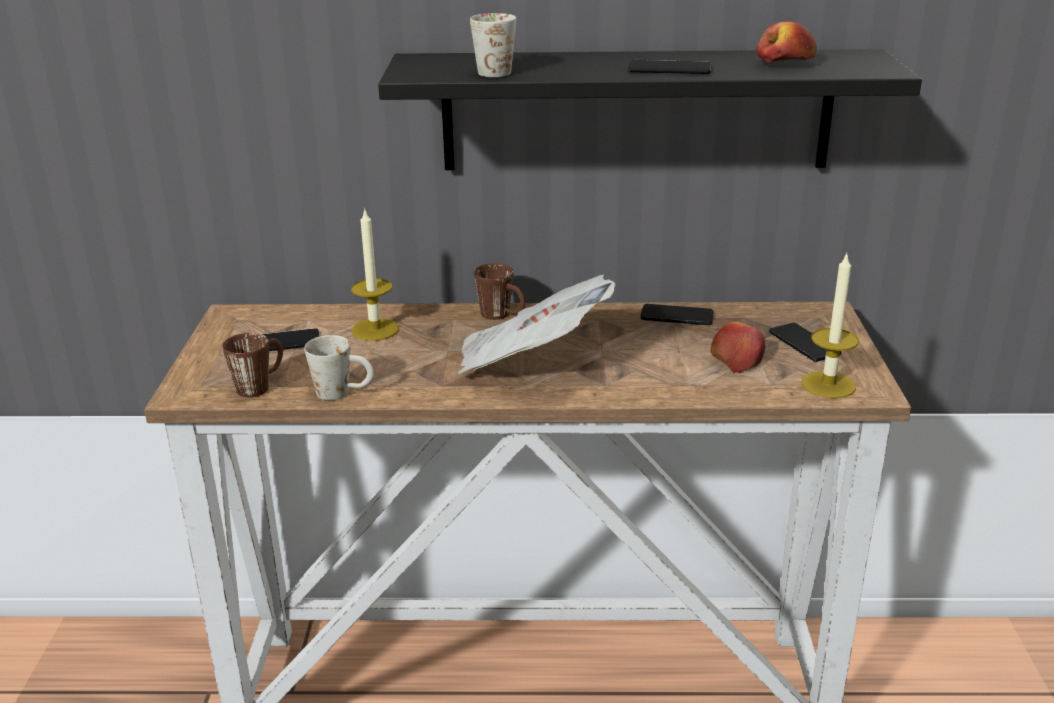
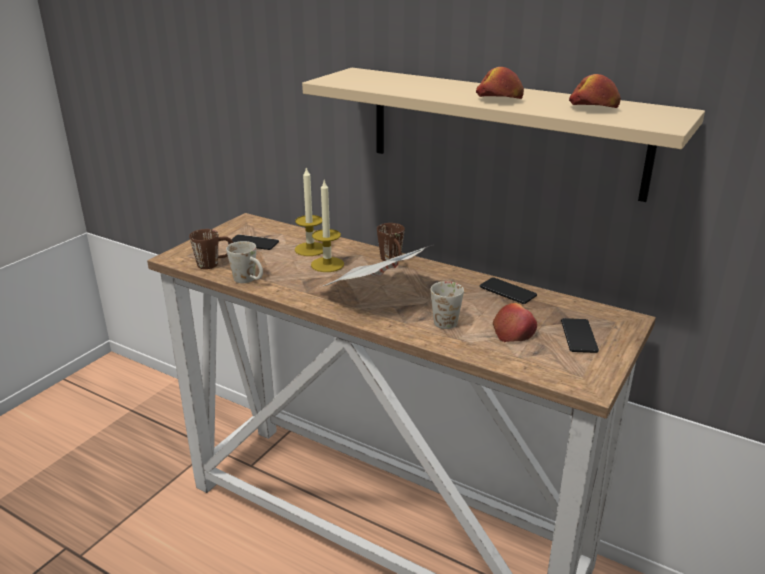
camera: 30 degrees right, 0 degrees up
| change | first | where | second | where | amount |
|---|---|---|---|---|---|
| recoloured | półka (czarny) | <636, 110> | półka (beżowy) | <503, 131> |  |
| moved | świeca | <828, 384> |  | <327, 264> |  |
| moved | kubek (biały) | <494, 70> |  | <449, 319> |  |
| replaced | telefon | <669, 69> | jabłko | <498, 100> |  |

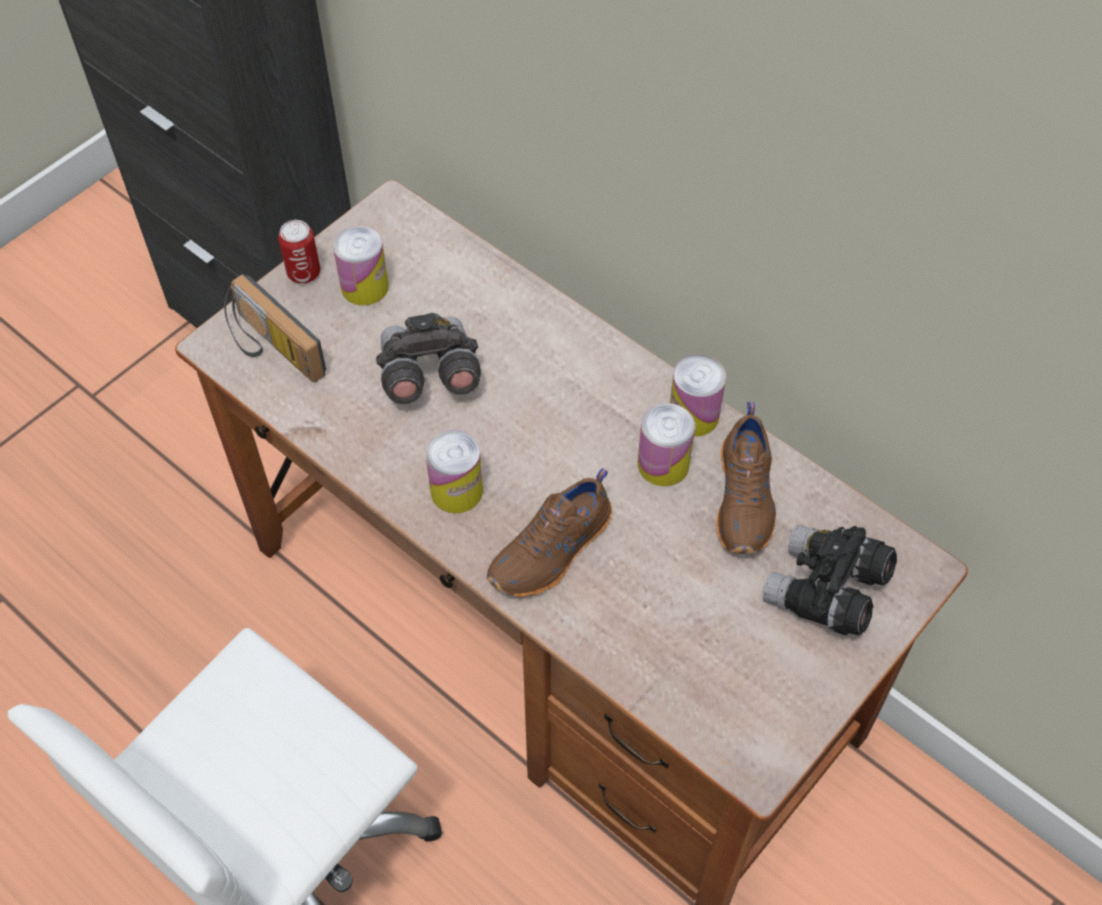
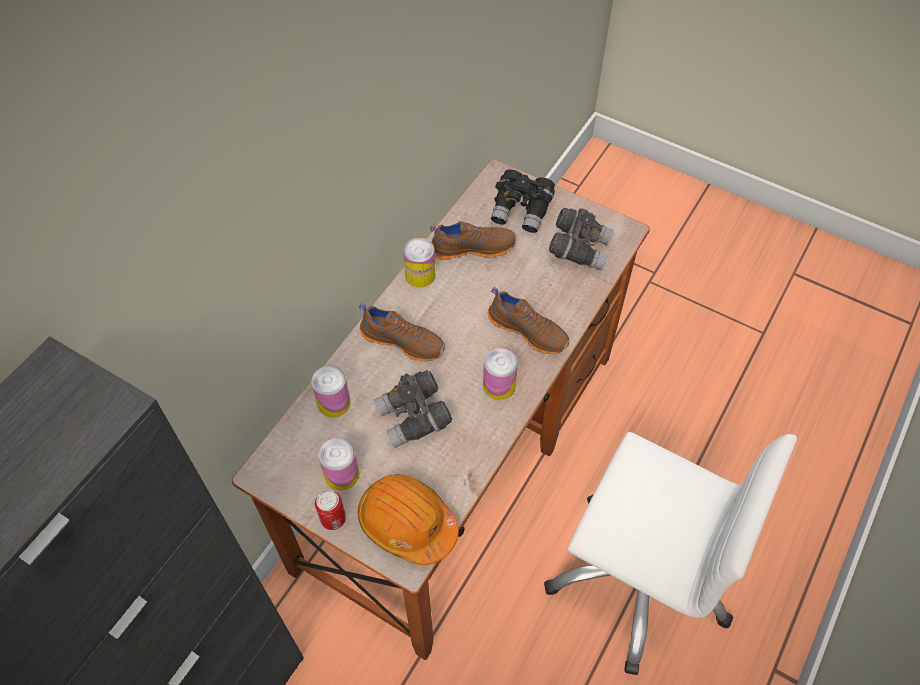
camera: 100 degrees left, 0 degrees up
| change | first | where | second | where | amount |
|---|---|---|---|---|---|
| moved | puszka | <663, 464> |  | <334, 402> |  |
| replaced | radio | <270, 349> | kask (pomarańczowy) | <407, 523> |  |
| added |  |  | but (brązowy) | <403, 340> |  |
| added |  |  | lornetka (szary) | <579, 248> |  |

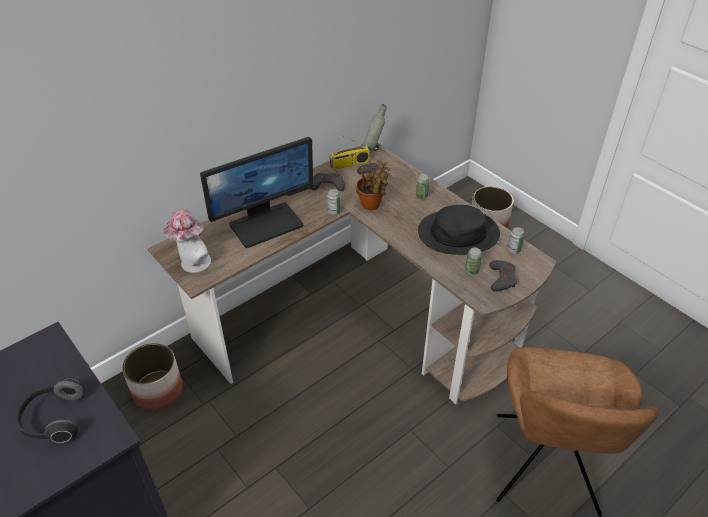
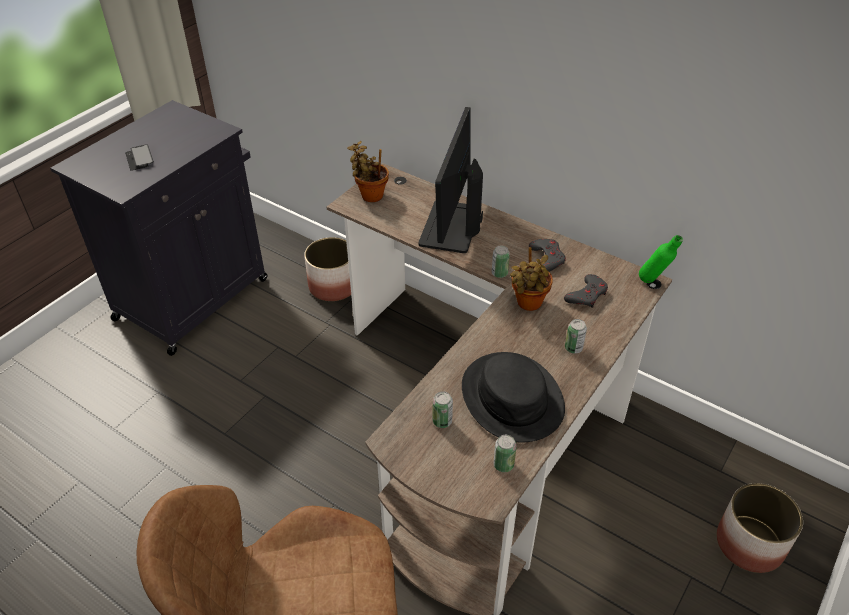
camera: 75 degrees right, 0 degrees up
| change | first | where | second | where | amount |
|---|---|---|---|---|---|
| replaced | słuchawki | <54, 420> | telefon | <139, 158> |  |
| replaced | kapelusz | <192, 264> | roślina doniczkowa | <370, 195> |  |
| turned | monitor | <266, 224> |  | <452, 227> | 60 degrees clockwise |
| recoloured | butelka (szary) | <374, 147> | butelka (zielony) | <653, 283> |  |
| removed | radio | <349, 164> |  |  |  |
| removed | pad do gier (szary) | <502, 278> |  |  |  |

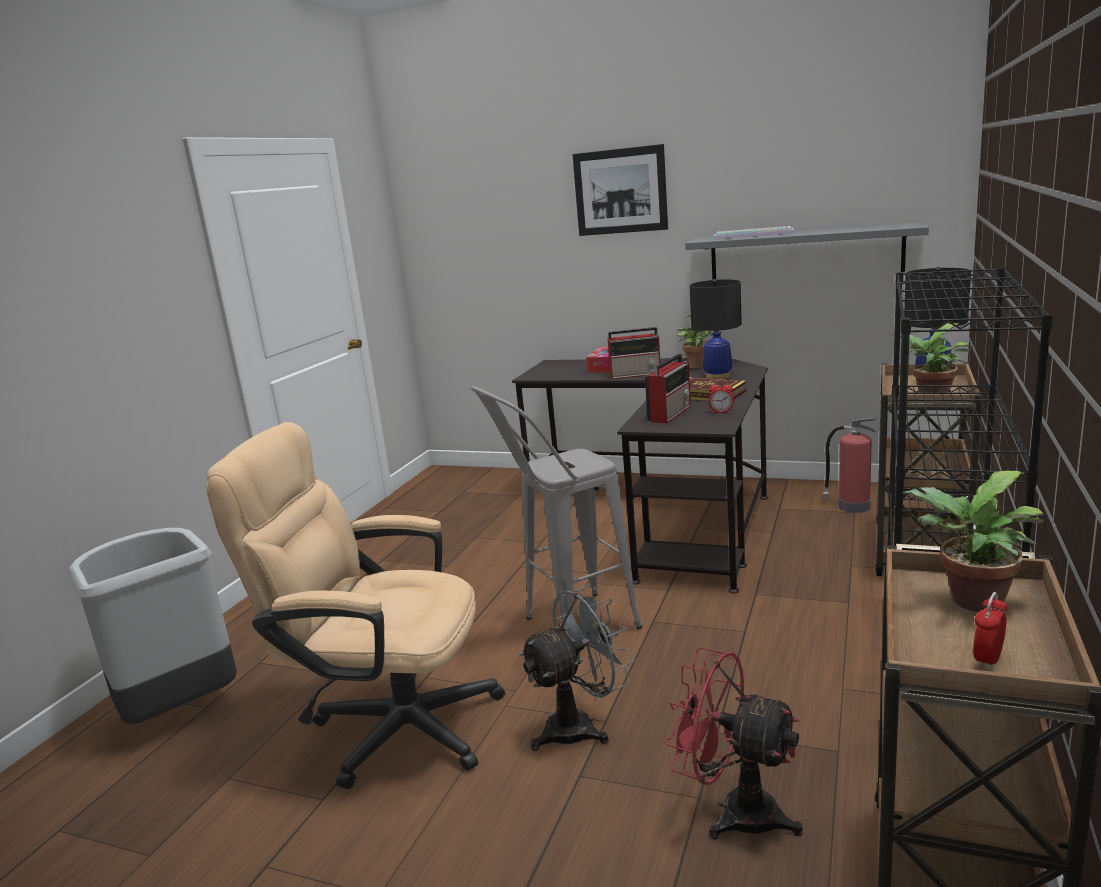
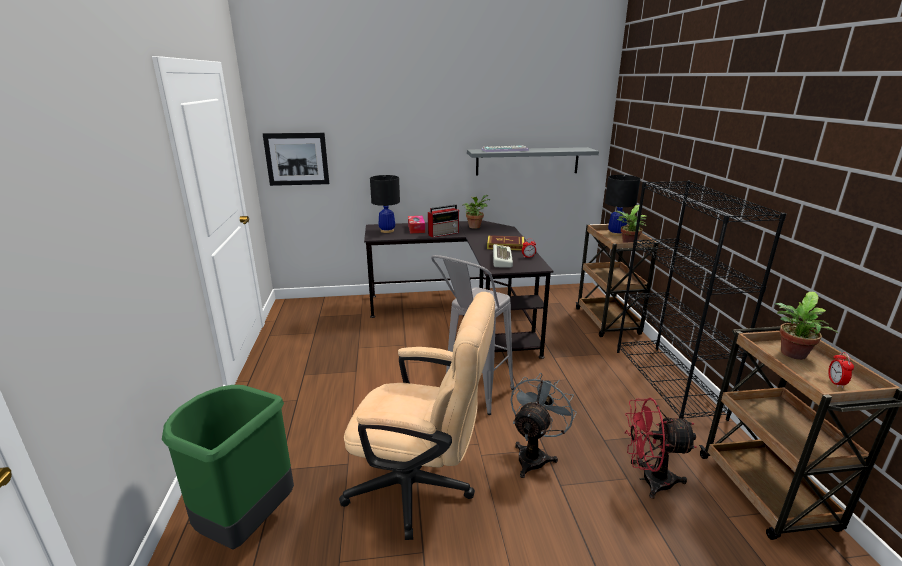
camera: 30 degrees left, 5 degrees up
| change | first | where | second | where | amount |
|---|---|---|---|---|---|
| recoloured | kosz na śmieci (szary) | <180, 709> | kosz na śmieci (zielony) | <245, 524> |  |
| moved | obraz | <620, 191> |  | <297, 159> |  |
| turned | krzesło biurowe (beżowy) | <389, 725> |  | <421, 488> | 150 degrees counterclockwise |
| moved | lampa stołowa (czarny) | <718, 376> |  | <387, 231> |  |
| replaced | radio | <670, 413> | klawiatura | <501, 259> |  |
| removed | gaśnica | <852, 506> |  |  |  |

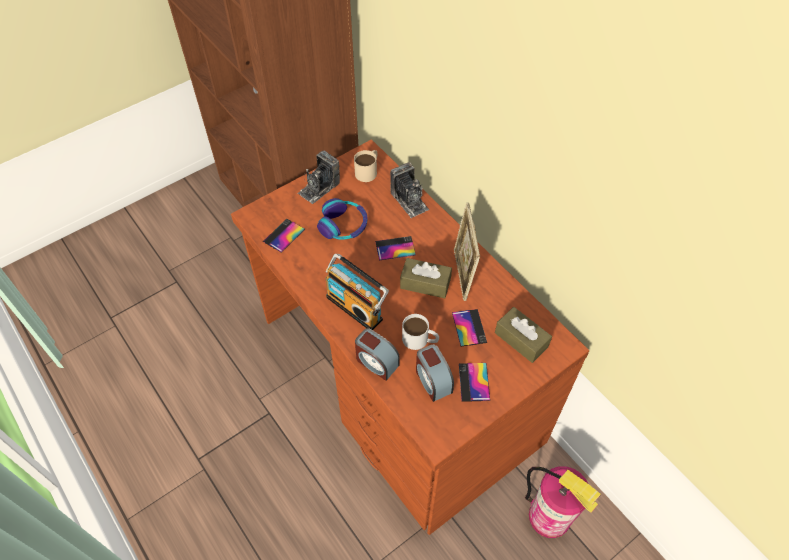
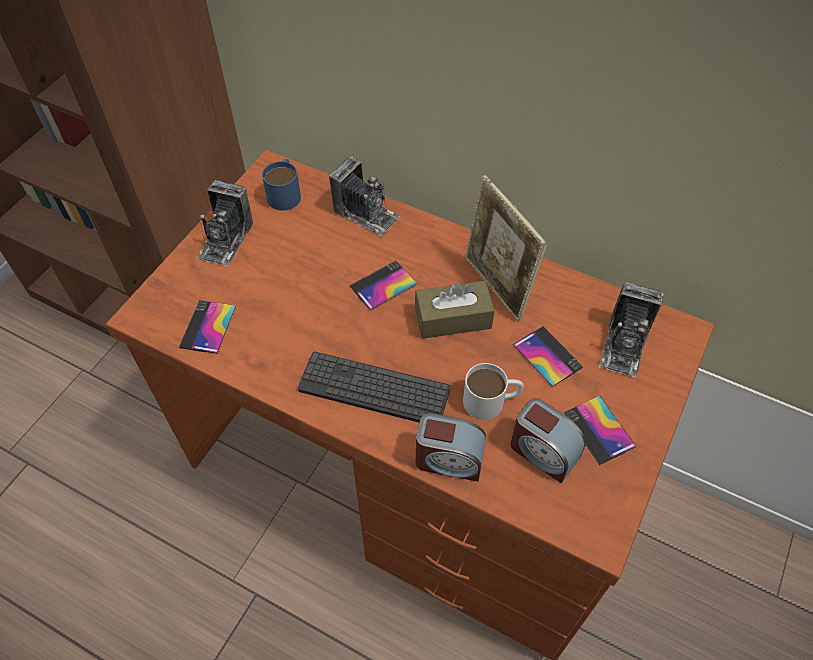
camera: 25 degrees left, 0 degrees up
| change | first | where | second | where | amount |
|---|---|---|---|---|---|
| recoloured | kubek (beżowy) | <368, 170> | kubek (niebieski) | <285, 192> |  |
| replaced | radio | <356, 306> | klawiatura | <374, 389> |  |
| replaced | pudełko chusteczek (brązowy) | <521, 340> | aparat fotograficzny | <624, 345> |  |
| removed | słuchawki | <343, 225> |  |  |  |
| removed | gaśnica | <549, 516> |  |  |  |

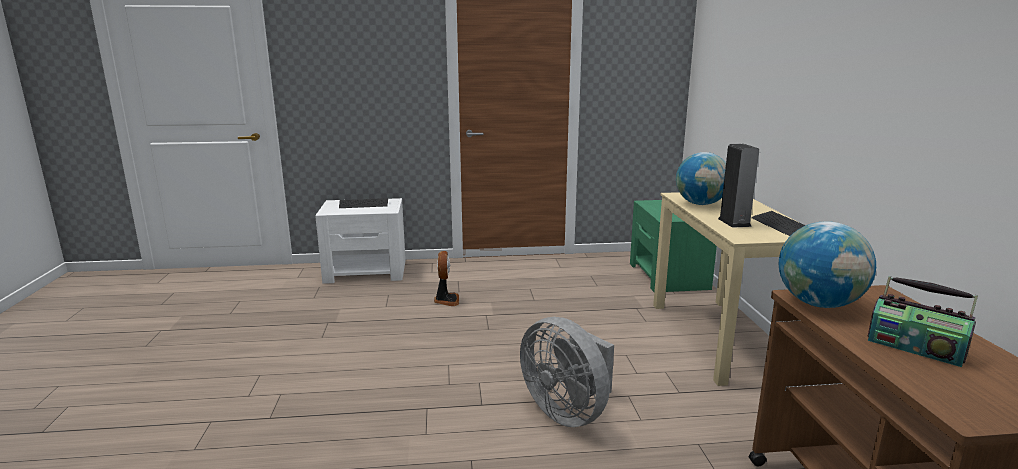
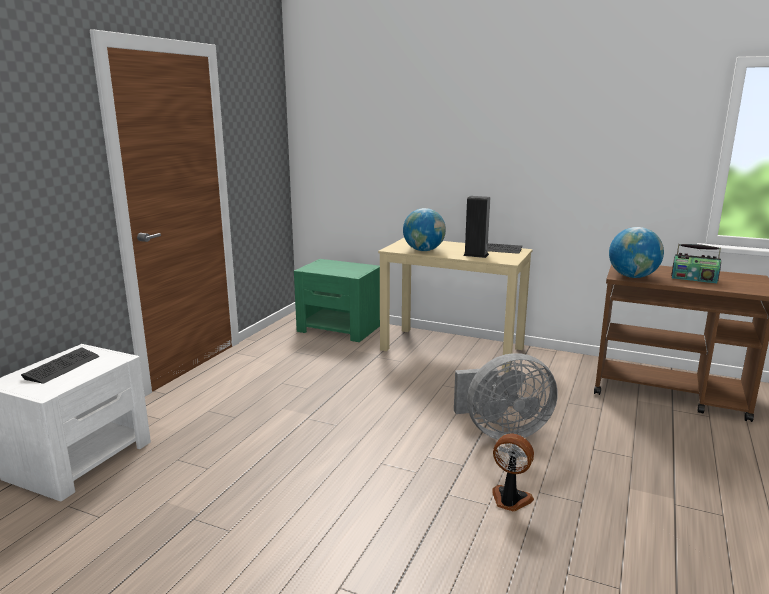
camera: 60 degrees left, 0 degrees up
| change | first | where | second | where | amount |
|---|---|---|---|---|---|
| moved | wentylator | <446, 300> |  | <510, 500> |  |
| turned | radio | <915, 348> |  | <694, 278> | 45 degrees clockwise |

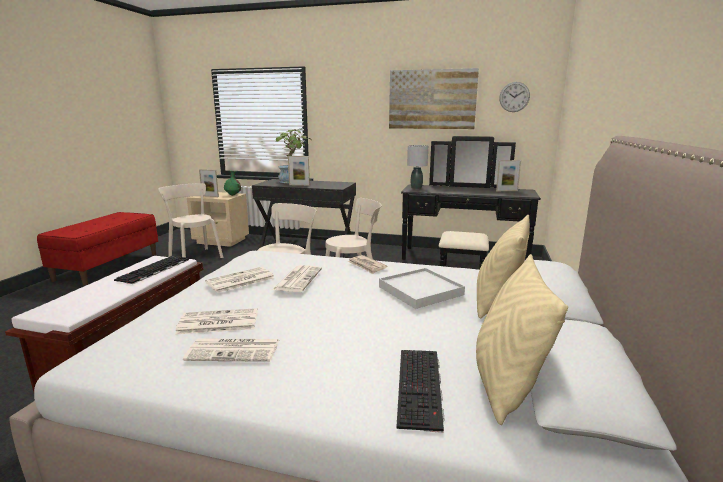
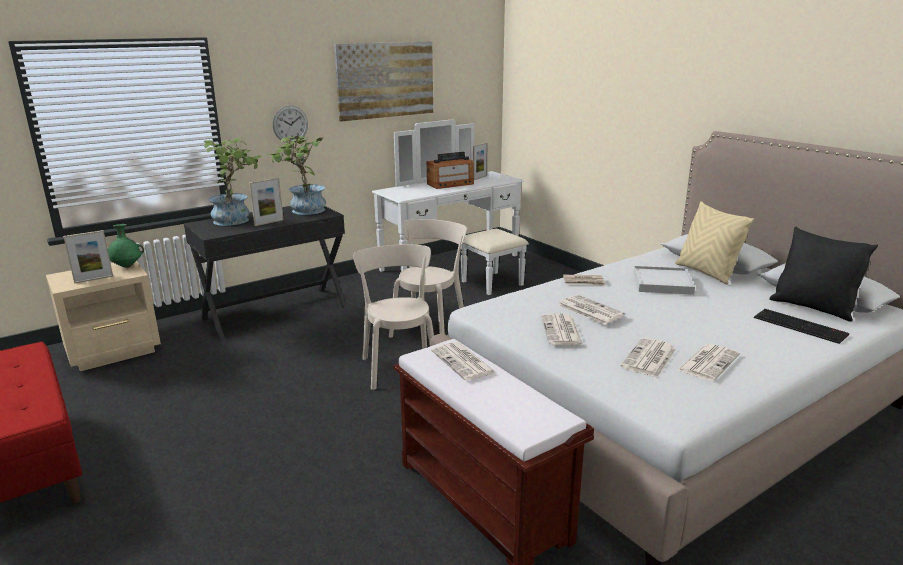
camera: 50 degrees left, 5 degrees up
| change | first | where | second | where | amount |
|---|---|---|---|---|---|
| added |  |  | roślina doniczkowa | <304, 211> |  |
| moved | zegar ścienny | <514, 97> |  | <290, 124> |  |
| recoloured | komoda (czarny) | <463, 263> | komoda (biały) | <460, 267> |  |
| added |  |  | radio | <450, 184> |  |
| replaced | klawiatura | <154, 270> | gazeta | <464, 362> |  |
| recoloured | poduszka (beżowy) | <505, 385> | poduszka (czarny) | <812, 308> |  |
| removed | krzesło (beżowy) | <195, 256> |  |  |  |
| removed | lampa stołowa (szary) | <416, 188> |  |  |  |

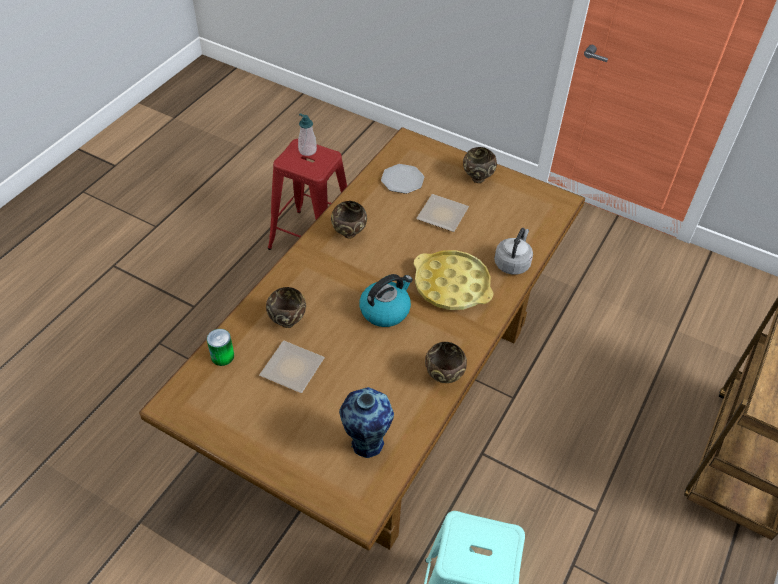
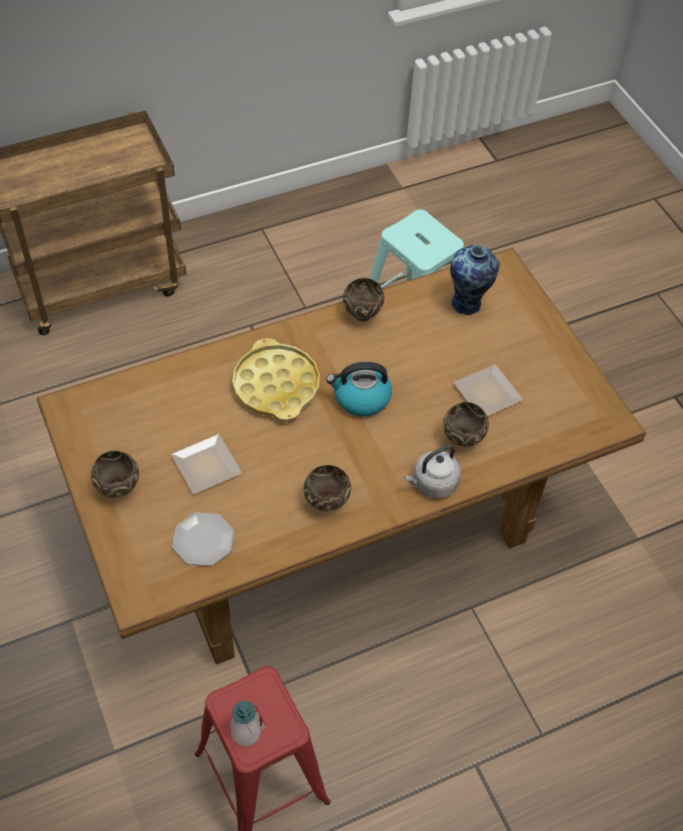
camera: 145 degrees left, 5 degrees up
| change | first | where | second | where | amount |
|---|---|---|---|---|---|
| moved | czajnik (szary) | <512, 263> |  | <432, 483> |  |
| removed | puszka | <222, 356> |  |  |  |

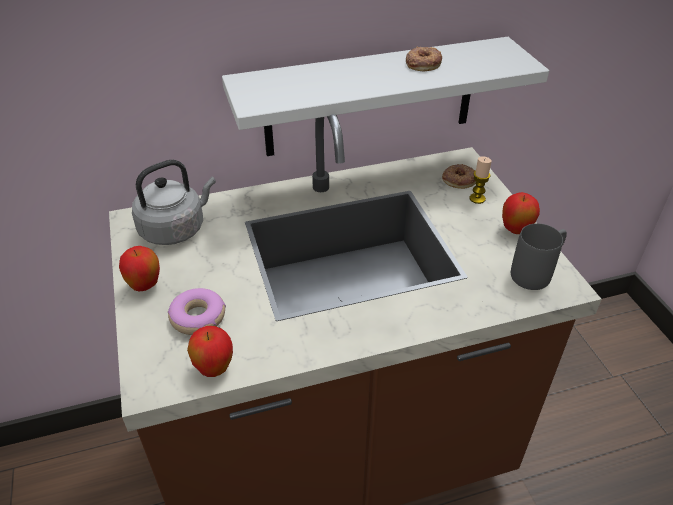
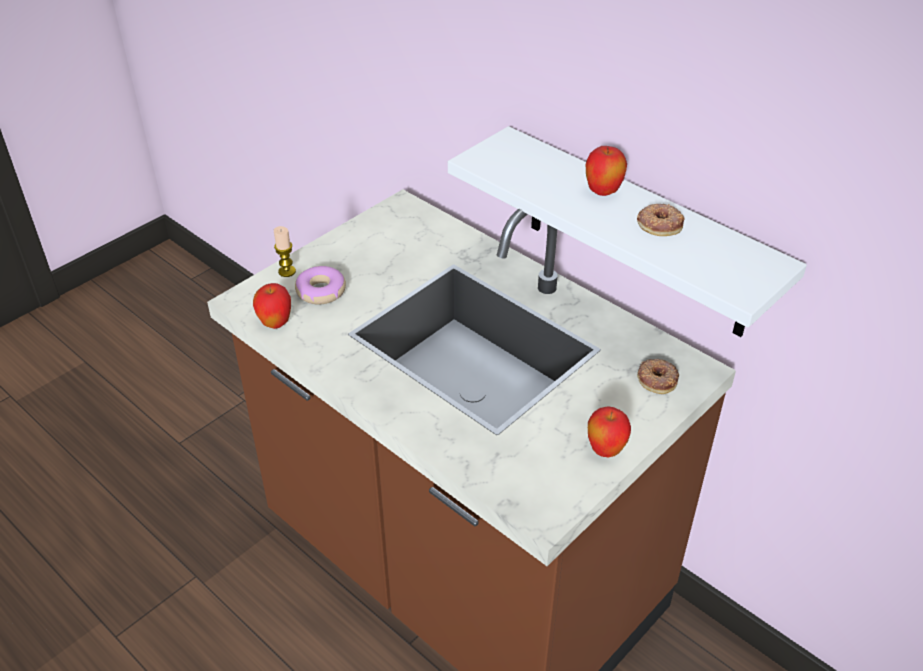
camera: 60 degrees right, 0 degrees up
| change | first | where | second | where | amount |
|---|---|---|---|---|---|
| moved | świeca | <477, 198> |  | <287, 271> |  |
| moved | jabłko | <145, 286> |  | <603, 192> |  |
| removed | czajnik (szary) | <176, 229> |  |  |  |
| removed | kubek (szary) | <537, 272> |  |  |  |

